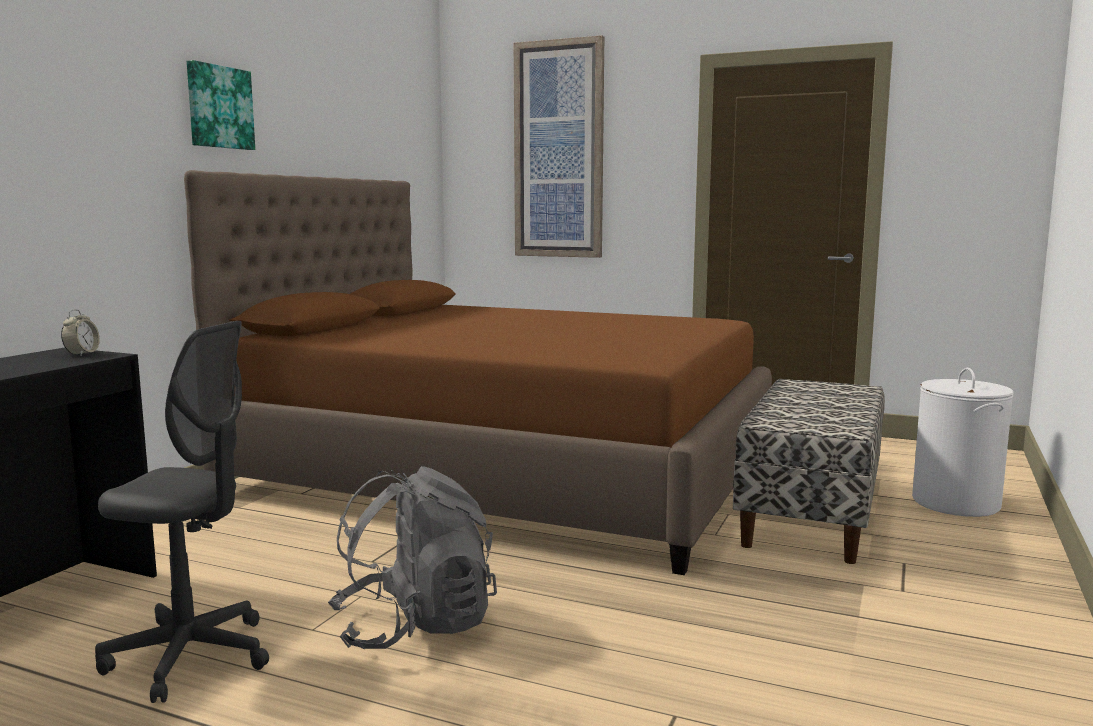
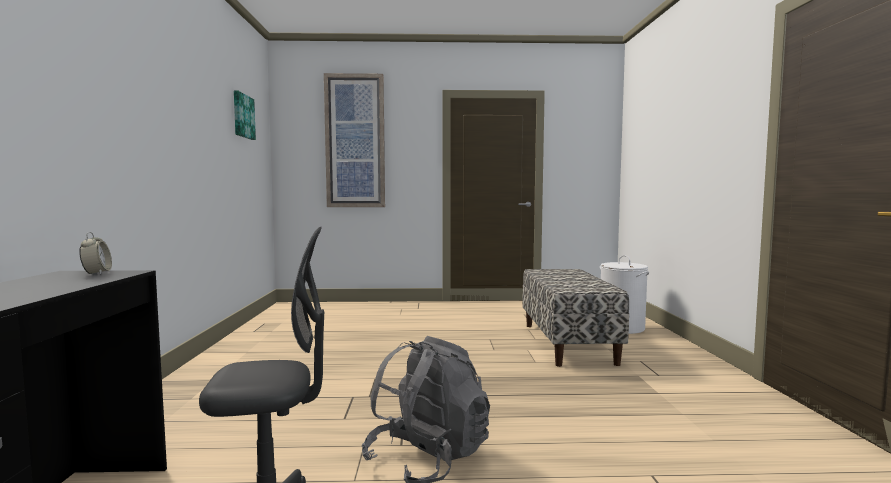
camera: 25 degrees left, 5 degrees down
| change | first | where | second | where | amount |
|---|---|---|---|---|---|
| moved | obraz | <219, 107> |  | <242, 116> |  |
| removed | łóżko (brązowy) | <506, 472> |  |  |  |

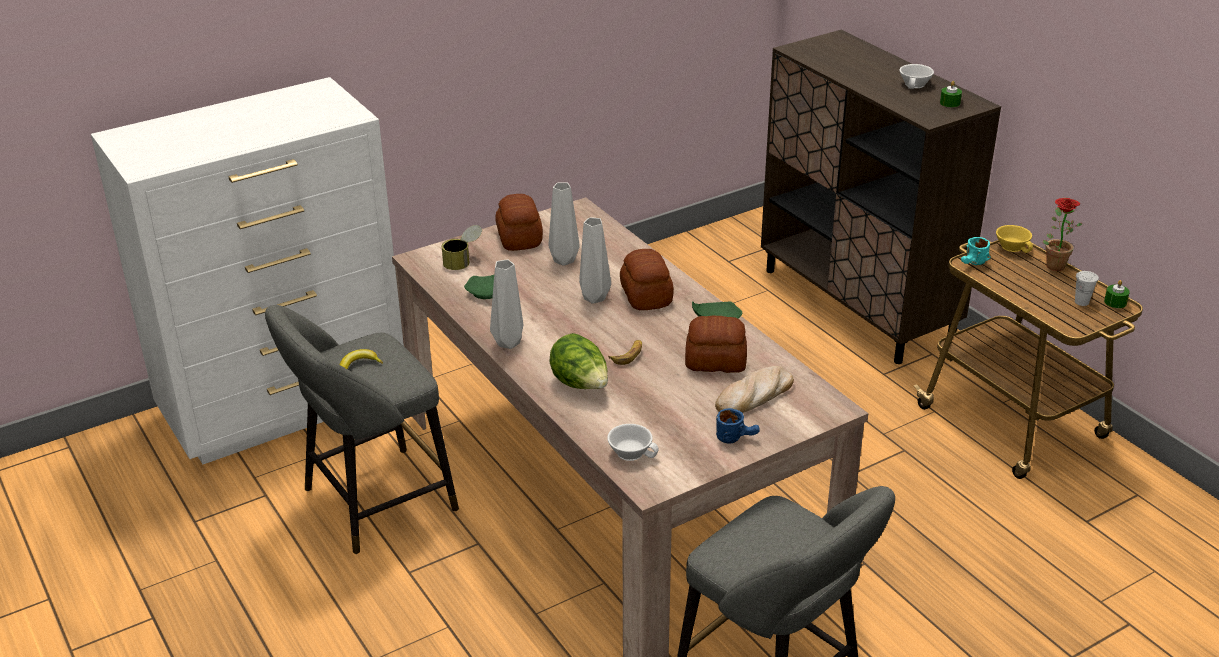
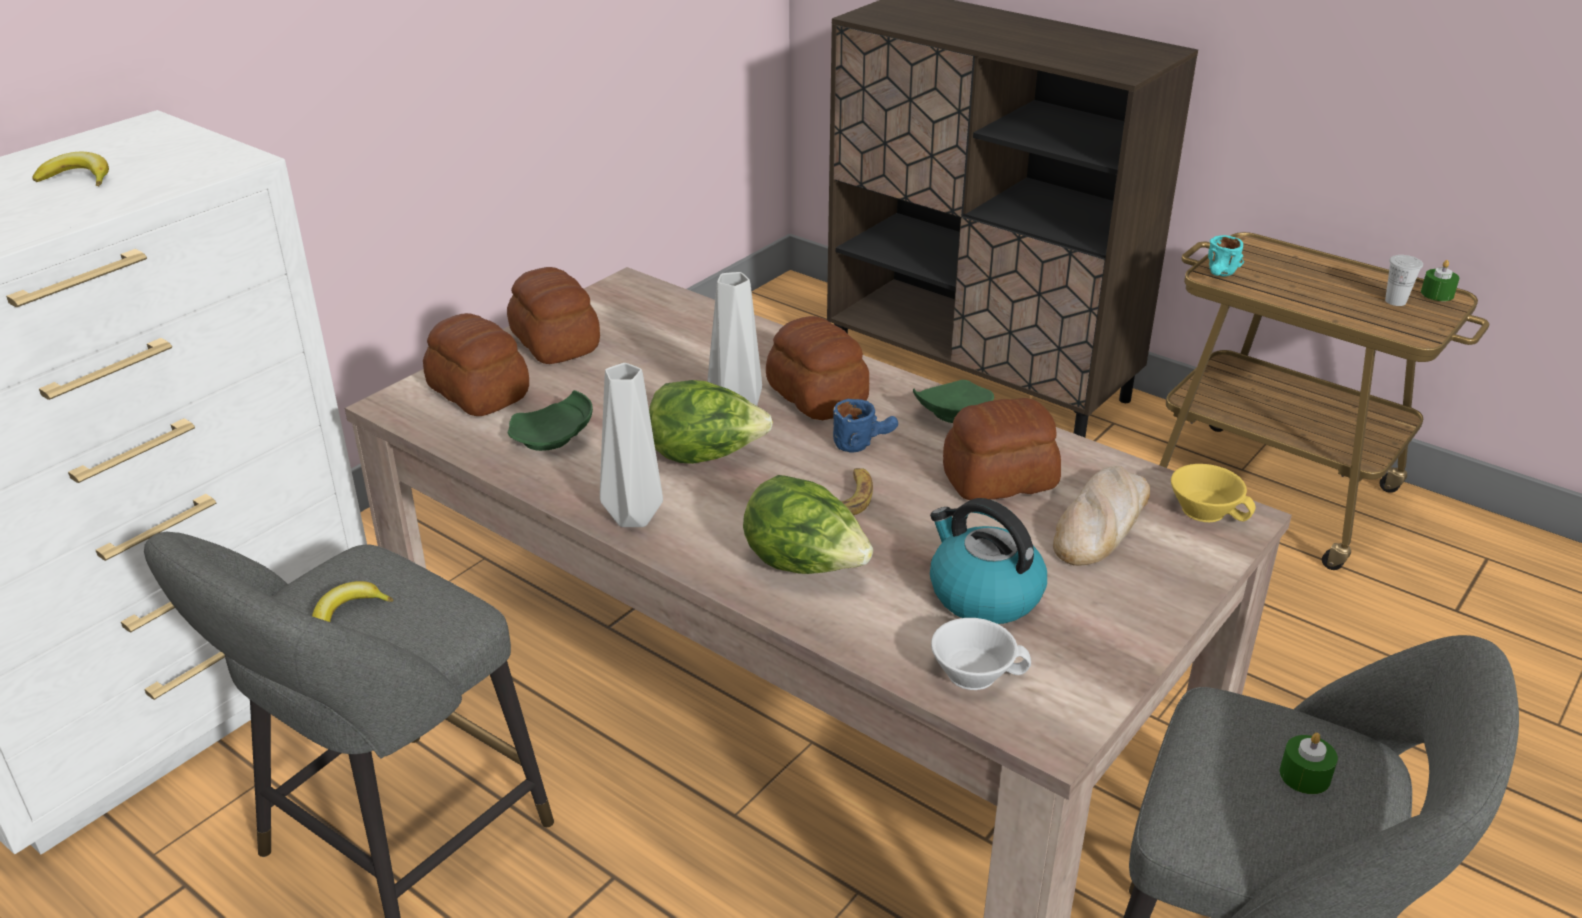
camera: 20 degrees left, 0 degrees up
| change | first | where | second | where | amount |
|---|---|---|---|---|---|
| added |  |  | banan | <78, 179> |  |
| replaced | puszka | <463, 260> | chleb | <478, 393> |  |
| added |  |  | sałata | <706, 456> |  |
| moved | kubek (niebieski) | <737, 437> |  | <863, 442> |  |
| added |  |  | czajnik | <983, 594> |  |
| moved | filiżanka (żółty) | <1013, 246> |  | <1207, 509> |  |
| moved | świeca (zielony) | <950, 103> |  | <1304, 775> |  |
| removed | wazon (szary) | <562, 260> |  |  |  |
| removed | filiżanka (biały) | <916, 85> |  |  |  |
| removed | roślina doniczkowa | <1053, 264> |  |  |  |

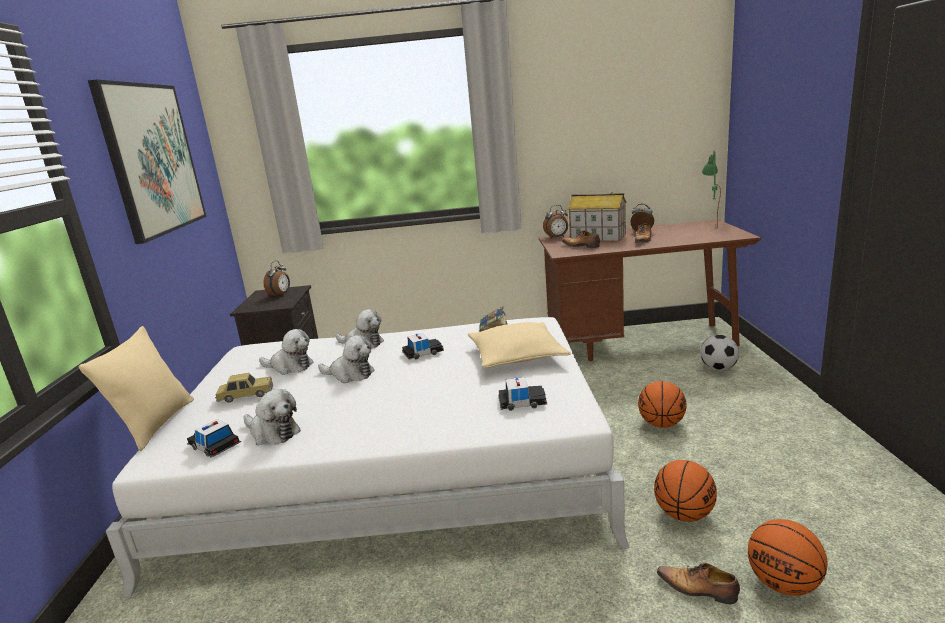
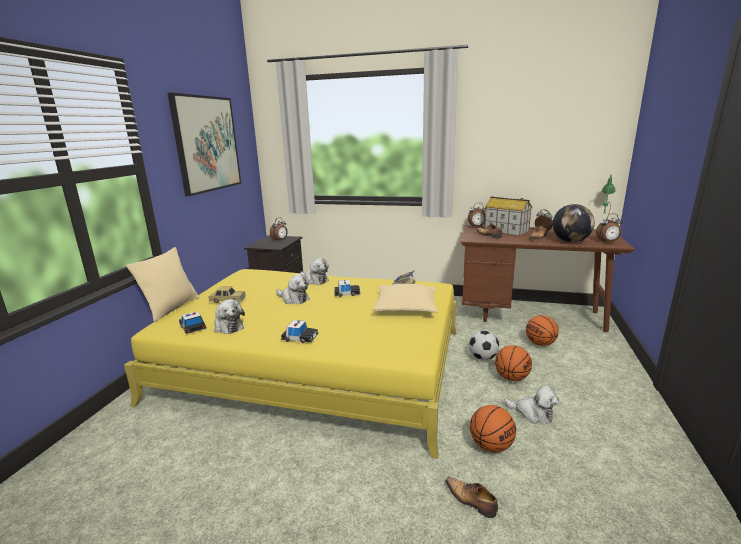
camera: 15 degrees right, 0 degrees up
| change | first | where | second | where | amount |
|---|---|---|---|---|---|
| recoloured | łóżko (biały) | <394, 464> | łóżko (żółty) | <315, 364> |  |
| moved | samochodzik | <522, 402> |  | <300, 337> |  |
| moved | piłka futbolowa | <718, 368> |  | <482, 358> |  |
| moved | pluszak | <290, 366> |  | <533, 413> |  |
| moved | piłka do koszykówki | <783, 583> |  | <540, 344> |  |
| added |  |  | globus | <570, 241> |  |
| added |  |  | budzik | <608, 242> |  |

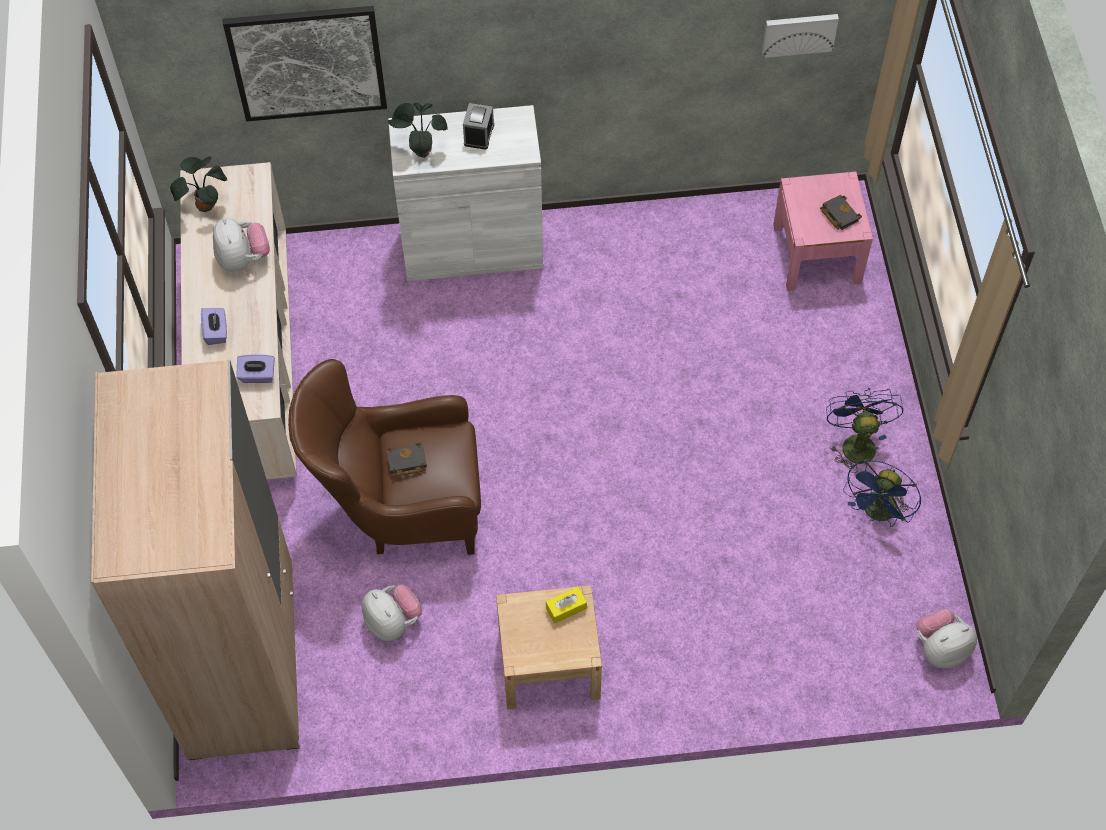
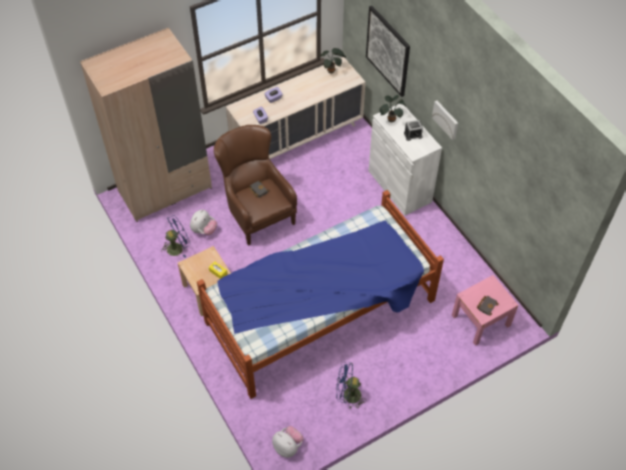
camera: 65 degrees right, 5 degrees down
| change | first | where | second | where | amount |
|---|---|---|---|---|---|
| moved | wentylator (niebieski) | <856, 442> |  | <178, 247> |  |
| added |  |  | łóżko | <321, 312> |  |
| moved | obraz | <799, 33> |  | <446, 119> |  |
| removed | pluszak | <243, 259> |  |  |  |

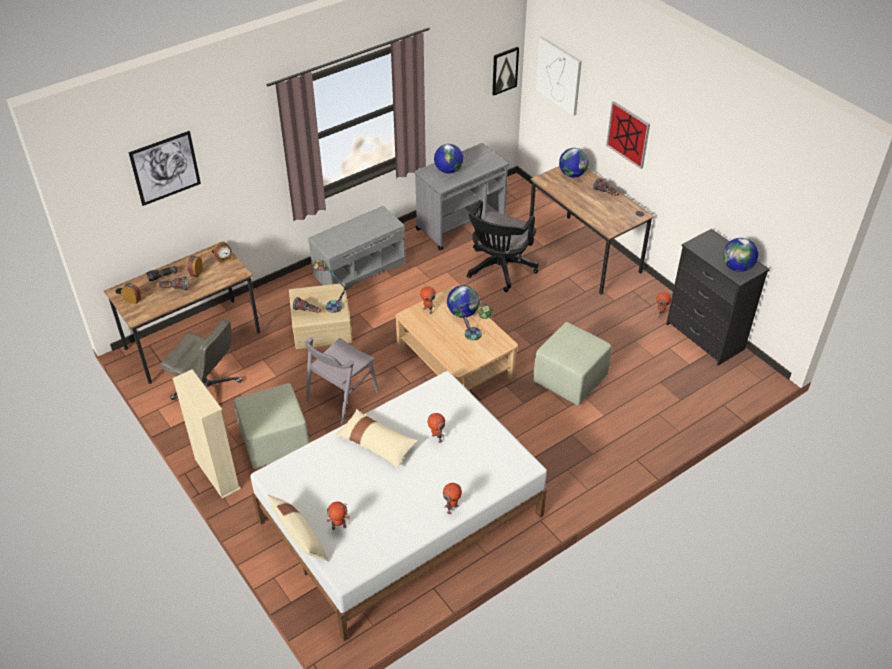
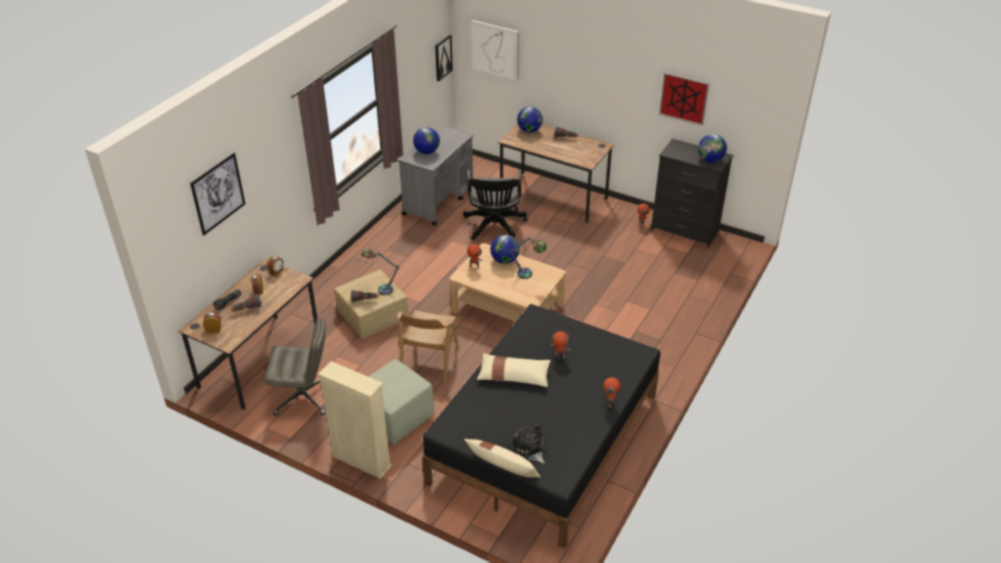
camera: 25 degrees left, 5 degrees down
| change | first | where | second | where | amount |
|---|---|---|---|---|---|
| recoloured | krzesło (szary) | <341, 397> | krzesło (brązowy) | <429, 363> |  |
| recoloured | łóżko (biały) | <400, 517> | łóżko (czarny) | <544, 437> |  |
| replaced | robot zabawkowy | <339, 528> | pluszak | <530, 449> |  |
| moved | obraz | <628, 134> |  | <684, 98> |  |
| removed | ławka (szary) | <359, 268> |  |  |  |
| removed | pufa (zielony) | <569, 380> |  |  |  |

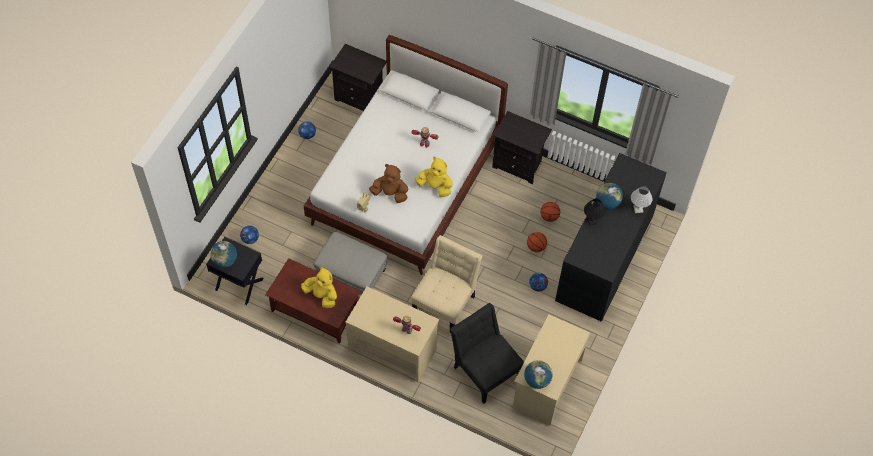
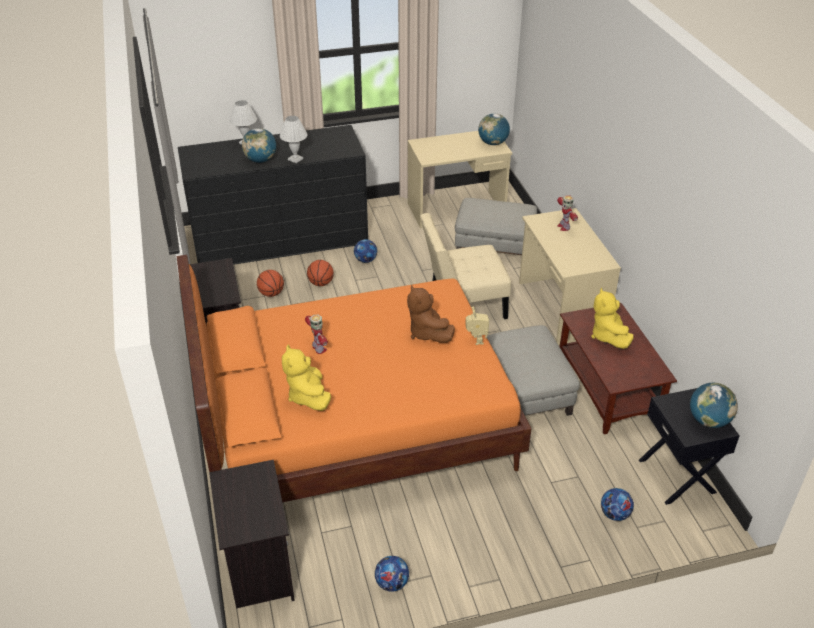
camera: 130 degrees left, 20 degrees down
| change | first | where | second | where | amount |
|---|---|---|---|---|---|
| recoloured | łóżko (biały) | <406, 183> | łóżko (pomarańczowy) | <354, 424> |  |
| recoloured | lampa stołowa (czarny) | <592, 221> | lampa stołowa (biały) | <296, 159> |  |
| moved | pluszak (żółty) | <435, 186> |  | <308, 396> |  |
| replaced | krzesło (czarny) | <485, 369> | pufa (szary) | <494, 246> |  |

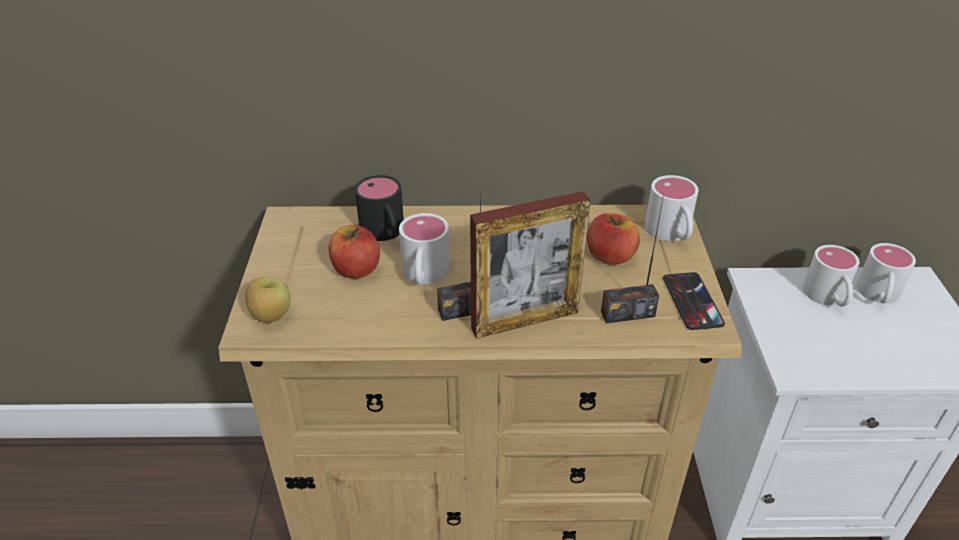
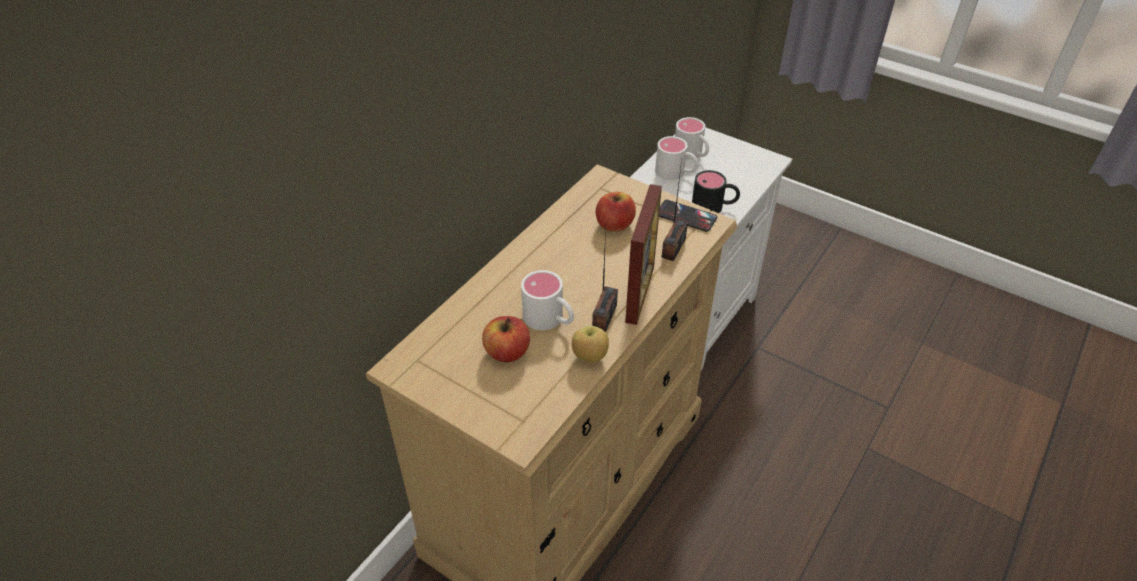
camera: 55 degrees left, 5 degrees up
| change | first | where | second | where | amount |
|---|---|---|---|---|---|
| moved | jabłko | <271, 316> |  | <589, 357> |  |
| moved | kubek (czarny) | <385, 233> |  | <714, 207> |  |
| removed | kubek (biały) | <671, 234> |  |  |  |

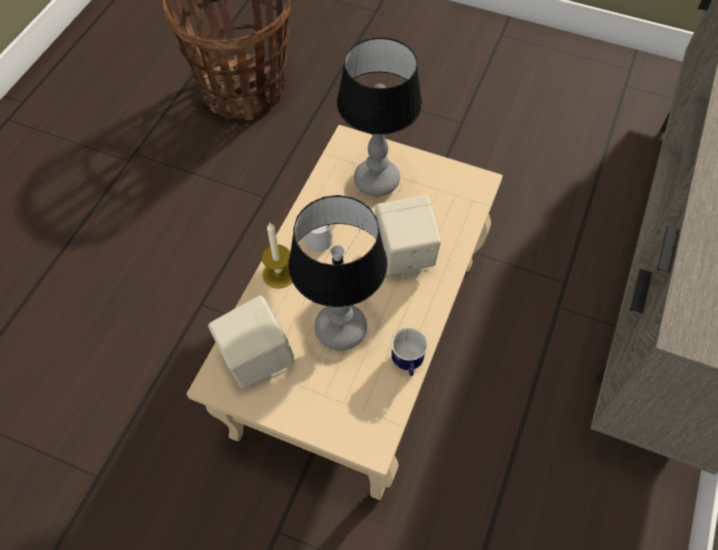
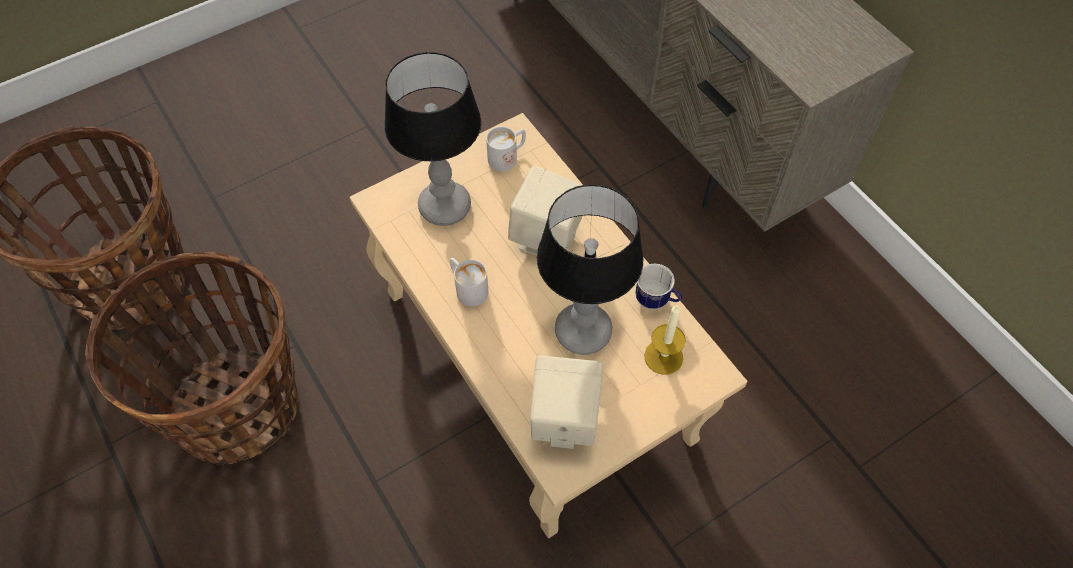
camera: 55 degrees left, 0 degrees up
| change | first | where | second | where | amount |
|---|---|---|---|---|---|
| added |  |  | koszyk | <237, 406> |  |
| added |  |  | kubek (biały) | <508, 157> |  |
| moved | świeca | <279, 274> |  | <663, 357> |  |

